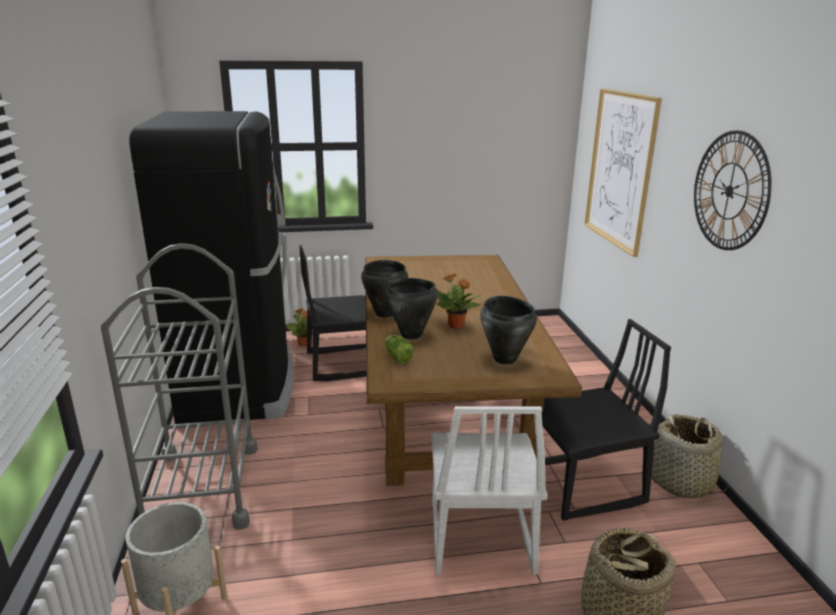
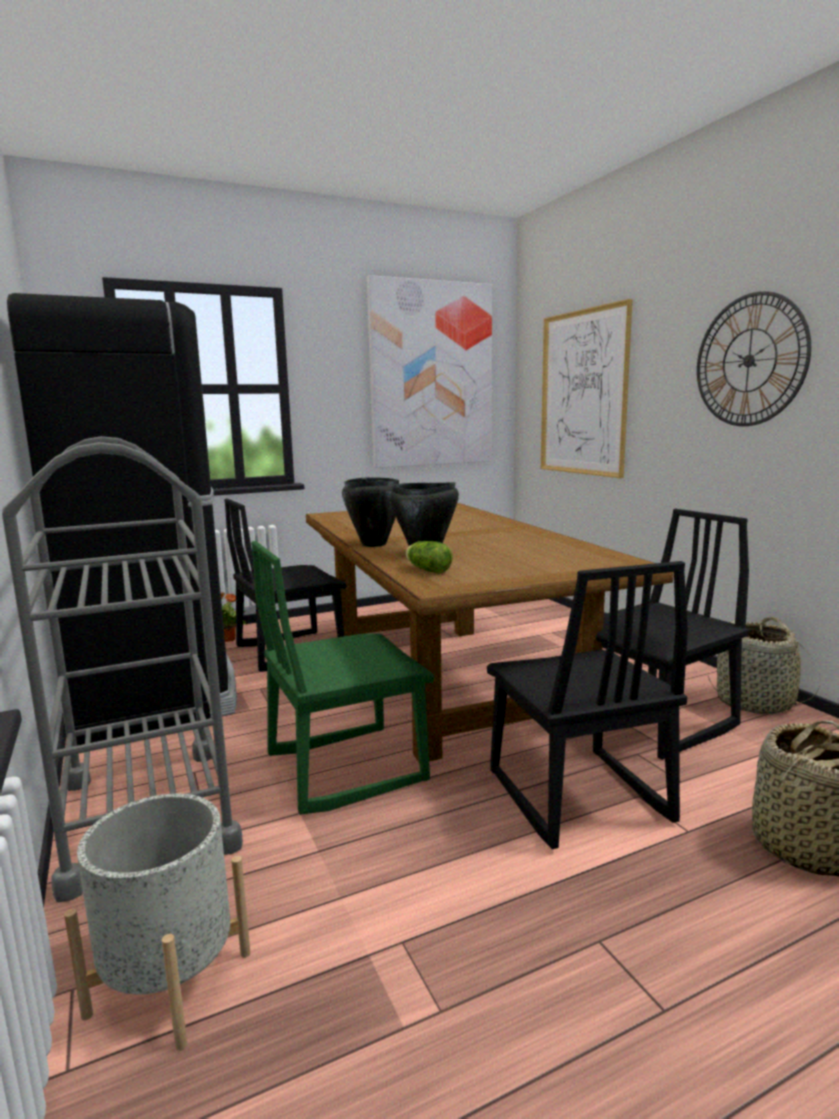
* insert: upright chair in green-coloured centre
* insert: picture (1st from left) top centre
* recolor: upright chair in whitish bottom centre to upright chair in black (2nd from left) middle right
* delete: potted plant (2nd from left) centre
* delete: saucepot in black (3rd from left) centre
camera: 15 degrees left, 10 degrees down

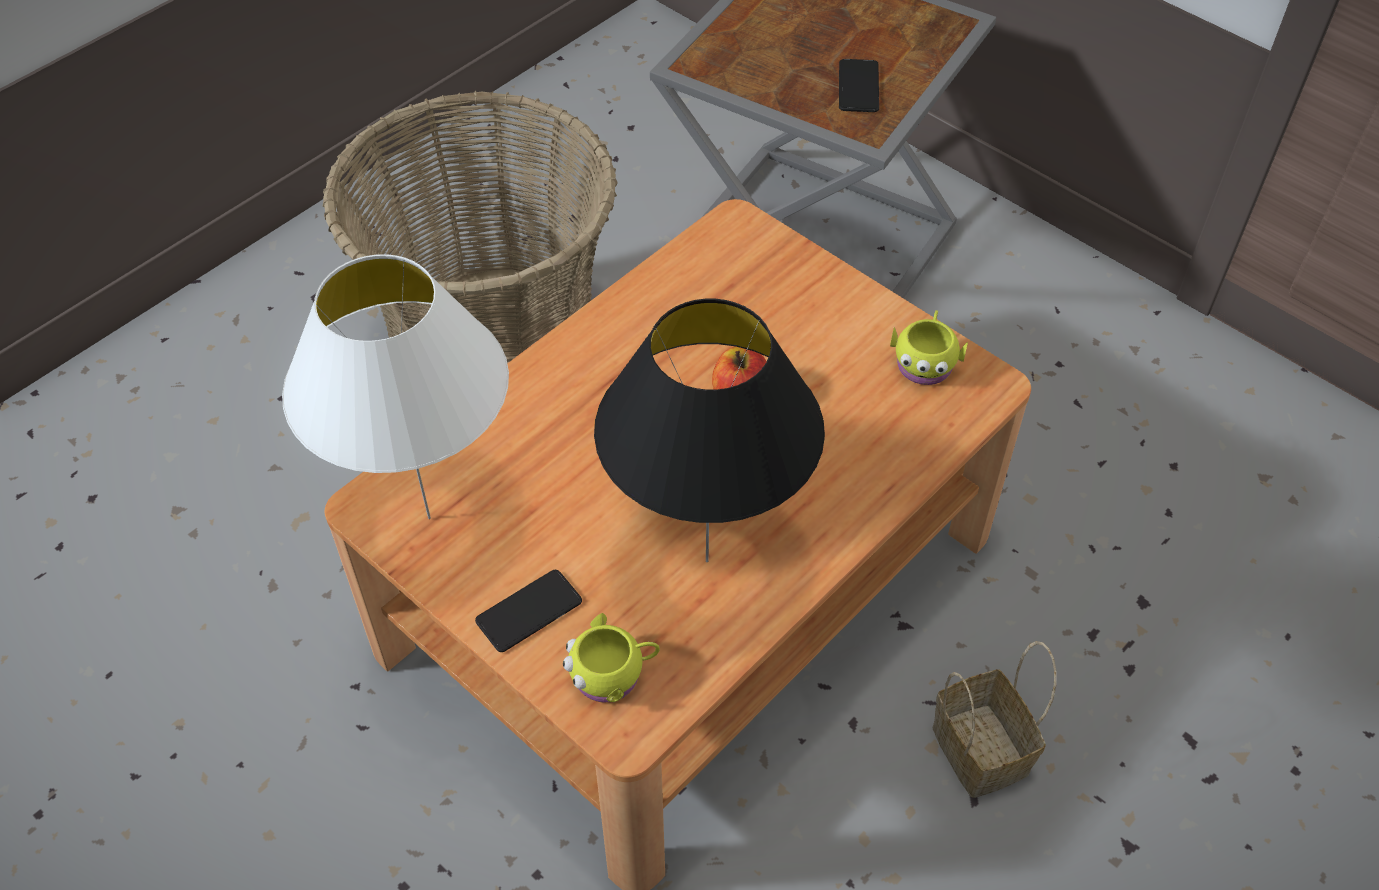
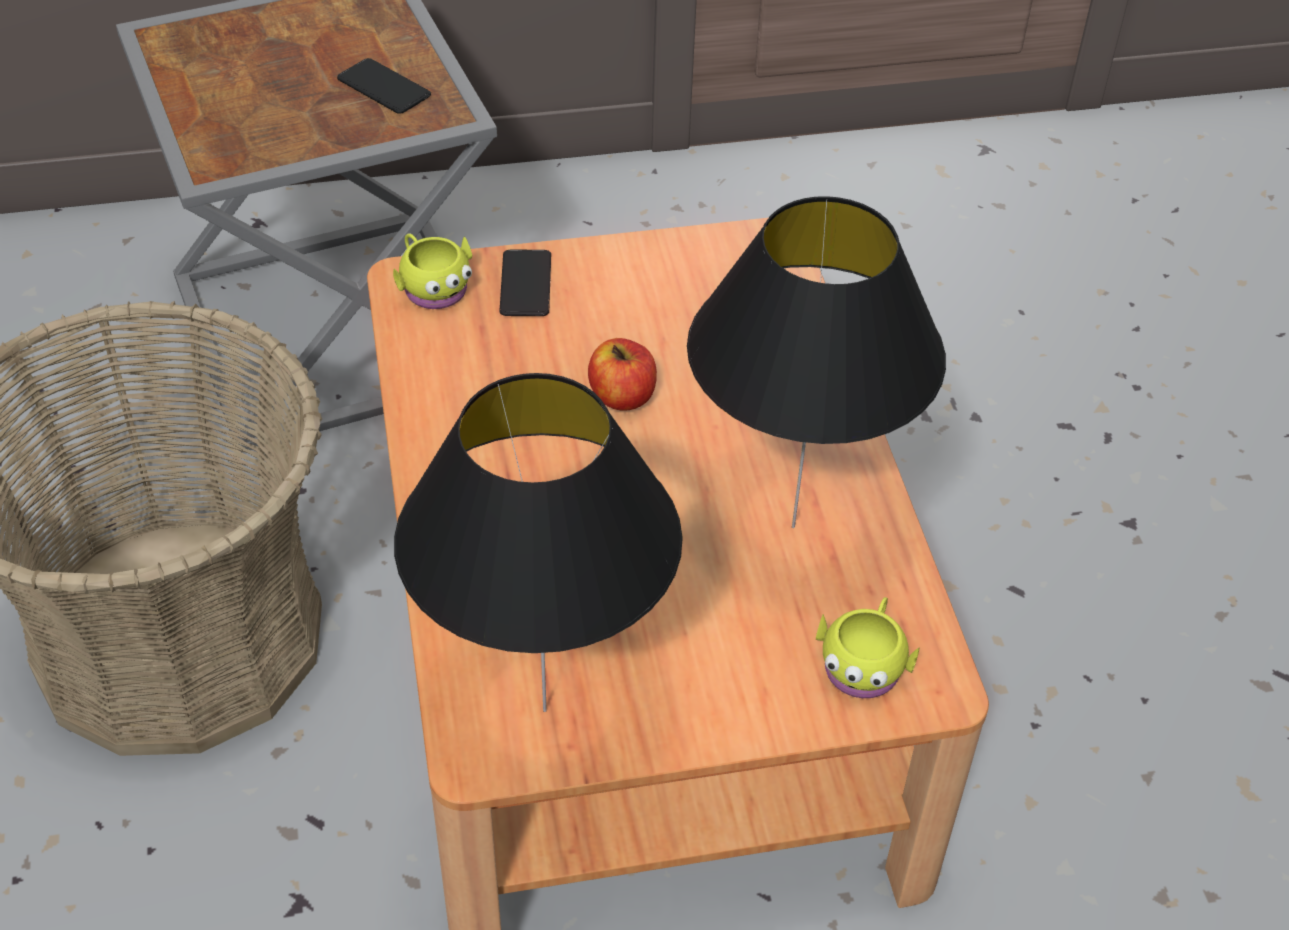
* move: coffee mug in yellowish (2nd from left in the first image) middle right to coffee mug in yellowish (1st from left) top centre
* recolor: lamp for a table in whitish middle left to lamp for a table in black (1st from left) centre
* move: handset (1st from left in the first image) bottom centre to handset (2nd from left) top centre
* delete: household basket (2nd from left) bottom right
camera: 55 degrees left, 5 degrees down

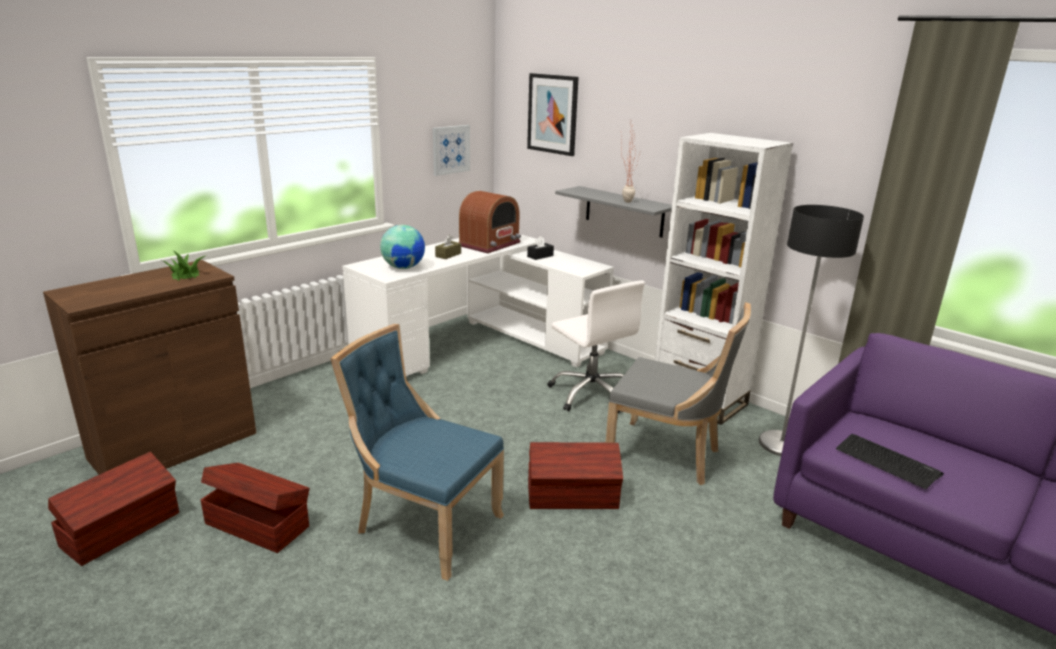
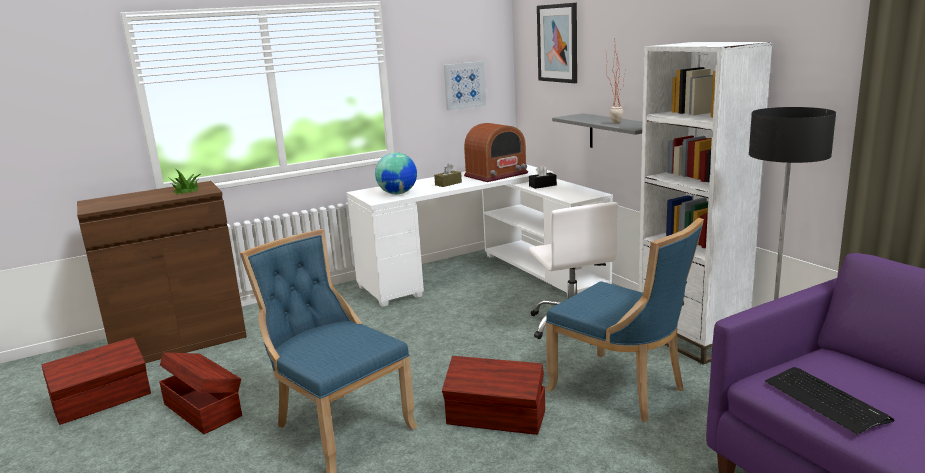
* recolor: upright chair in gray centre to upright chair in blue (2nd from left) bottom right
camera: 20 degrees right, 5 degrees down

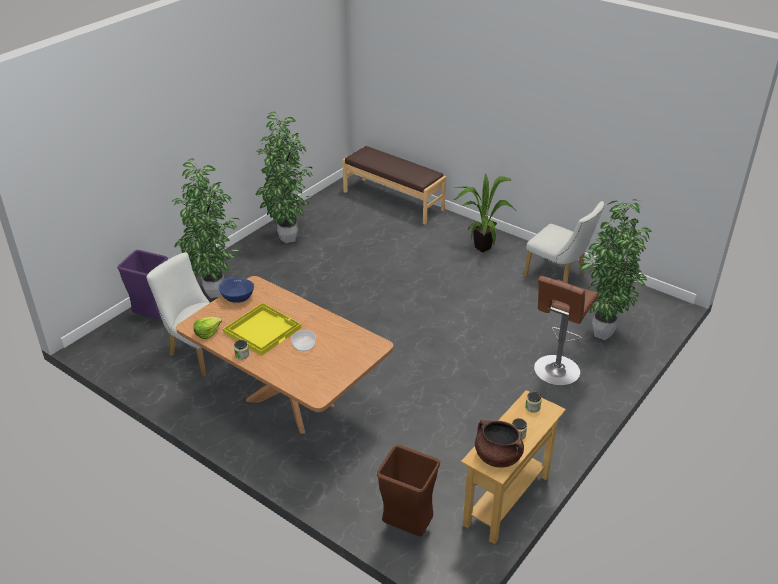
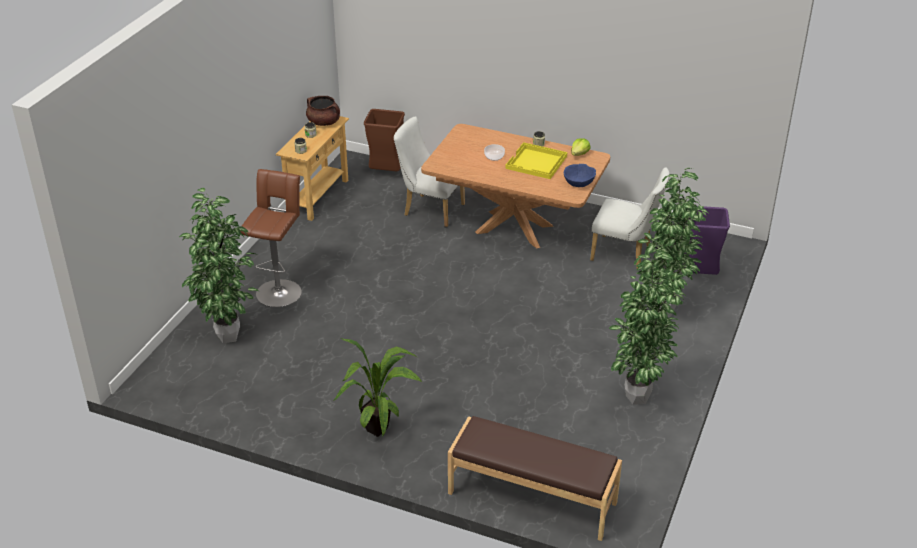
* move: upright chair in whitish (2nd from left in the first image) middle right to upright chair in whitish (1st from left) top centre
camera: 165 degrees right, 0 degrees up

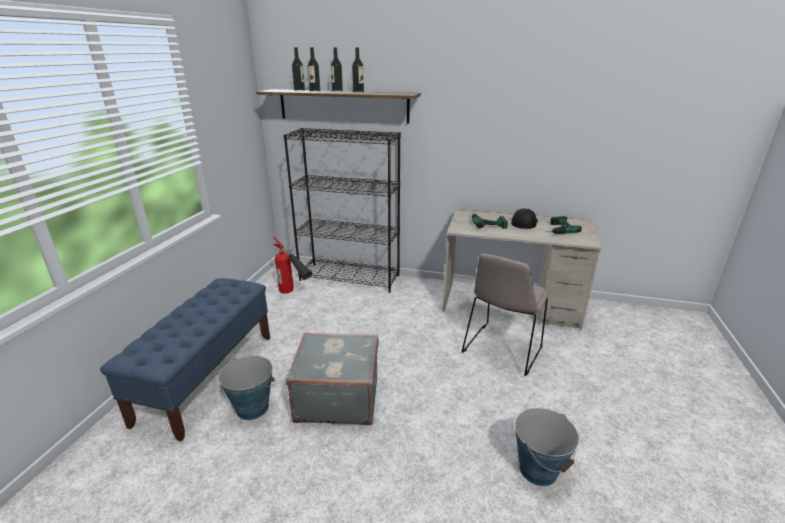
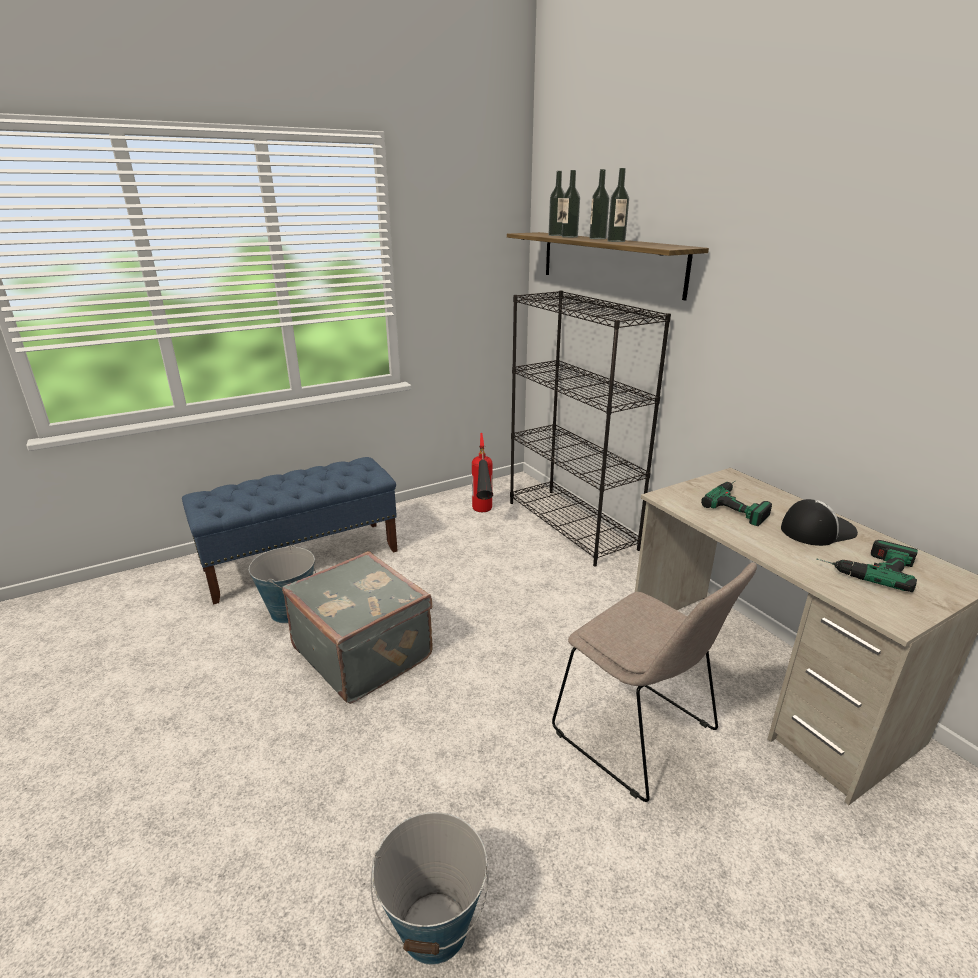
* rotate: upright chair in sand-coloured centre = bottom right 120 degrees counterclockwise
camera: 45 degrees right, 0 degrees up

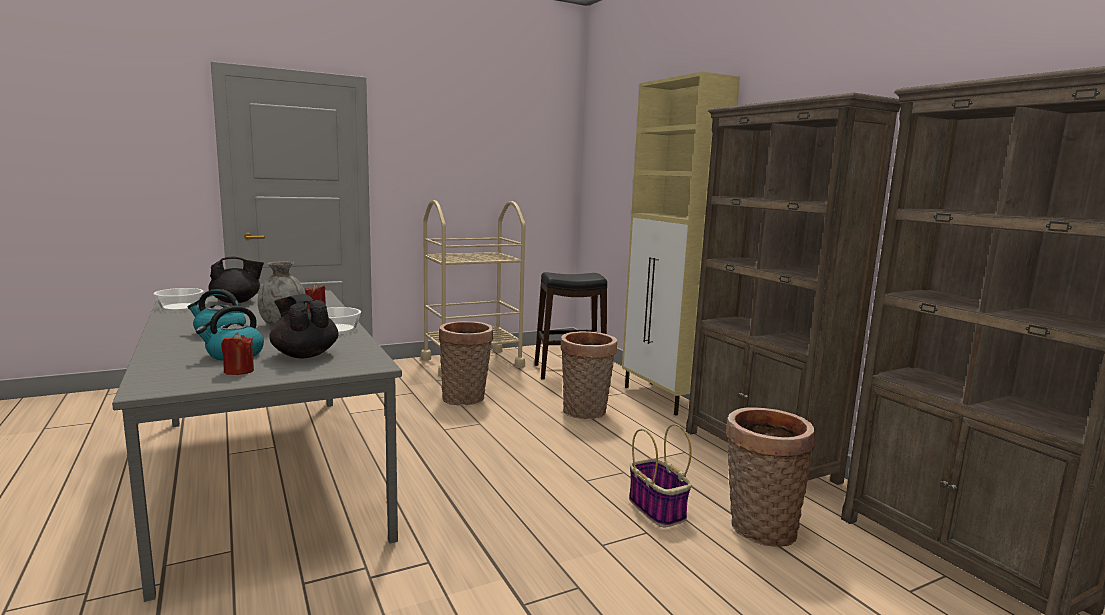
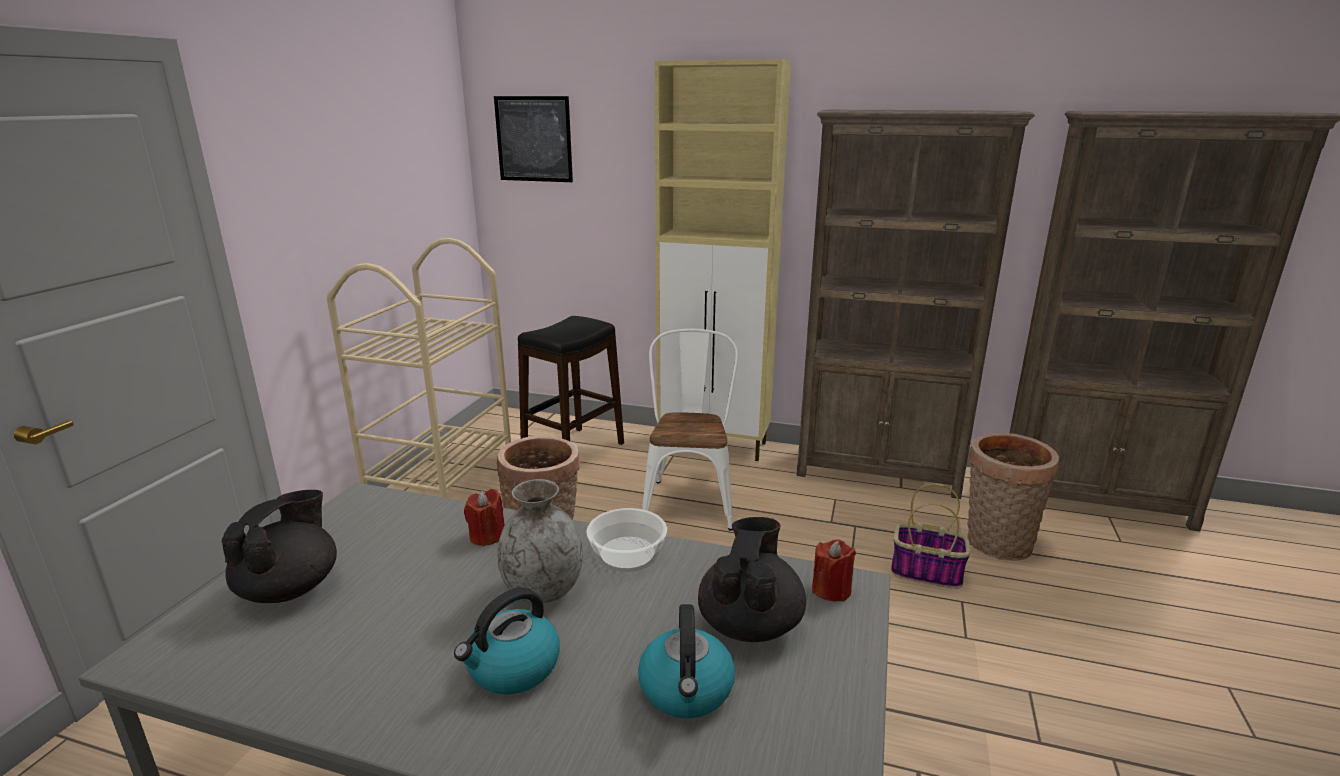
* insert: picture top centre
* replace: household basket (2nd from left) centre to upright chair in whitish centre
* rotate: teapot in black (2nd from left) middle left = bottom centre 105 degrees clockwise
* move: wax light in red-coloured (1st from left in the first image) middle left to wax light in red-coloured (2nd from left) bottom centre
* delete: deep dish (1st from left) middle left
camera: 45 degrees left, 10 degrees up

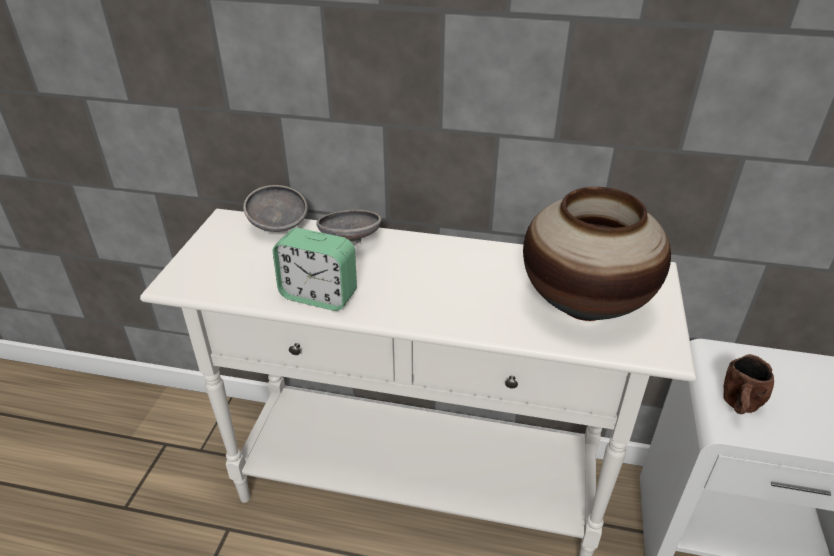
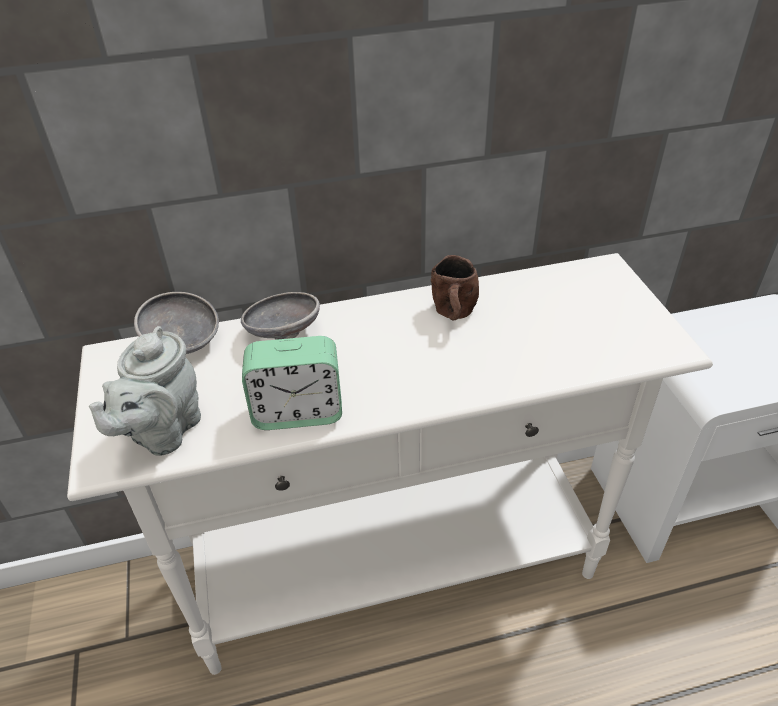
* insert: teapot in gray middle left
* move: coffee mug in brownish bottom right to centre
* delete: flower vase middle right
camera: 25 degrees left, 5 degrees up

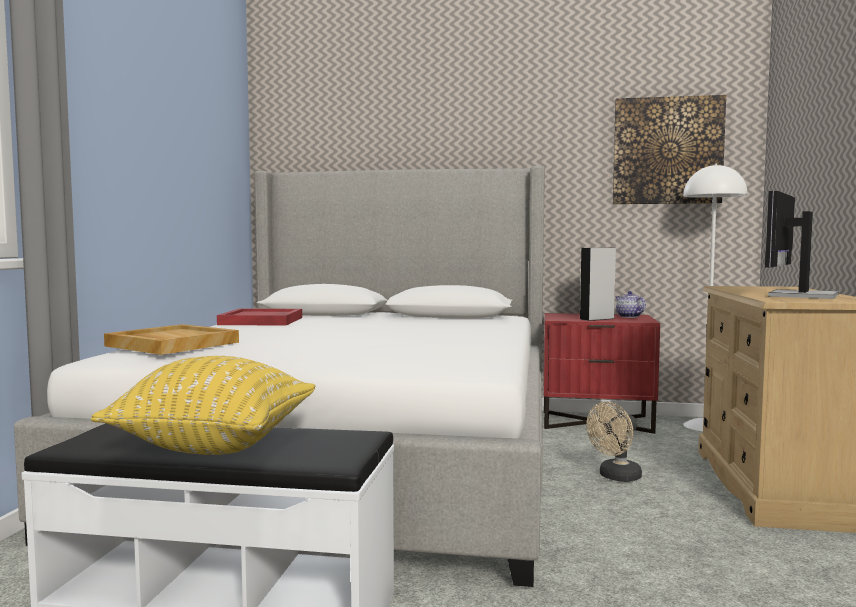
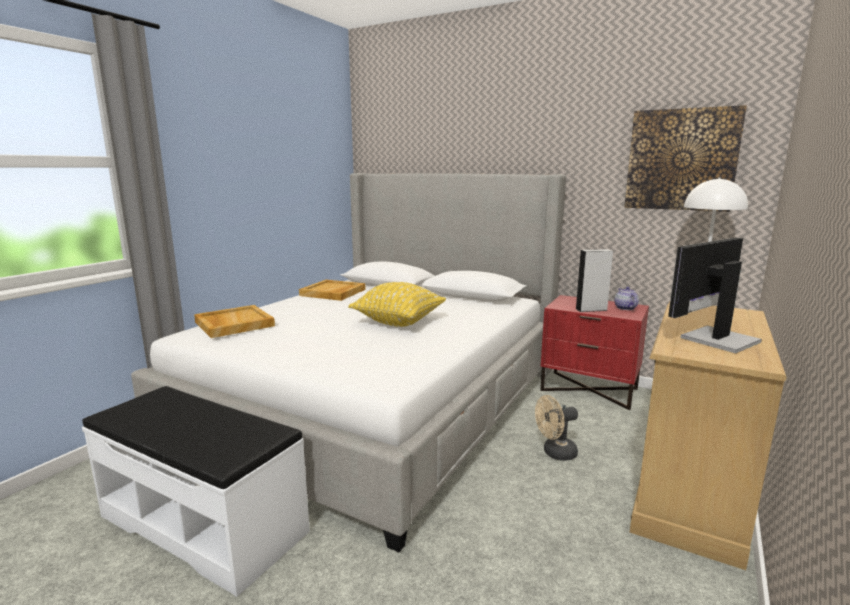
* recolor: serving tray in red-coloured middle left to serving tray in sand-coloured (2nd from left) centre
* move: cushion in yellowish bottom left to centre
camera: 20 degrees right, 10 degrees up

